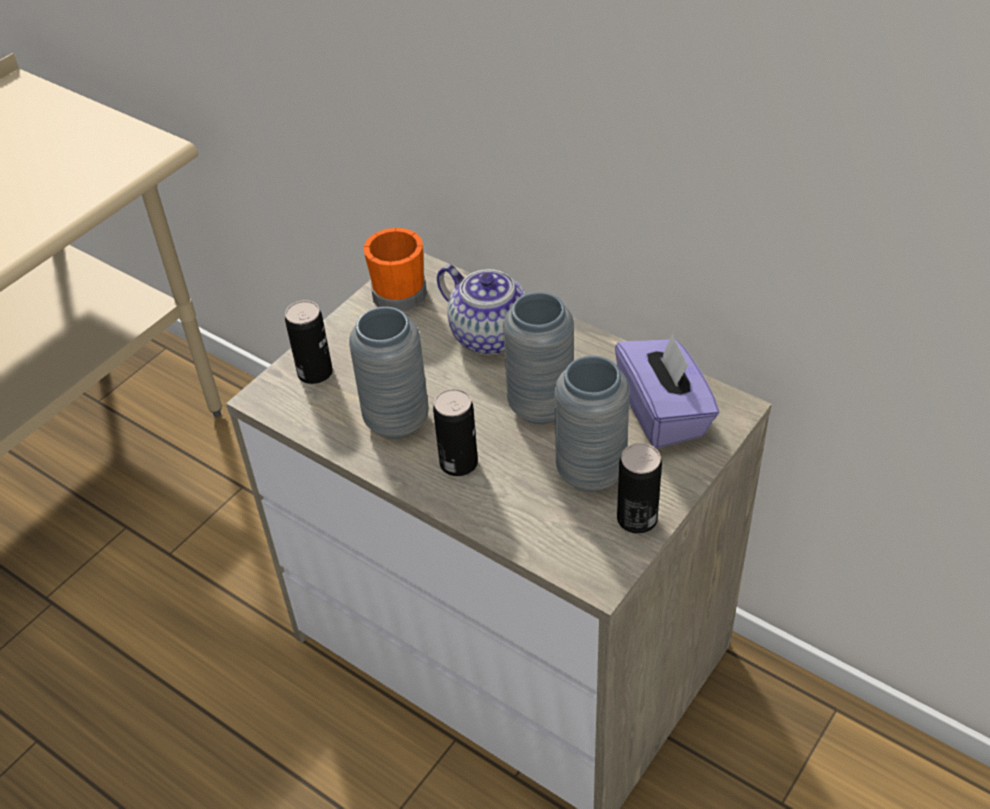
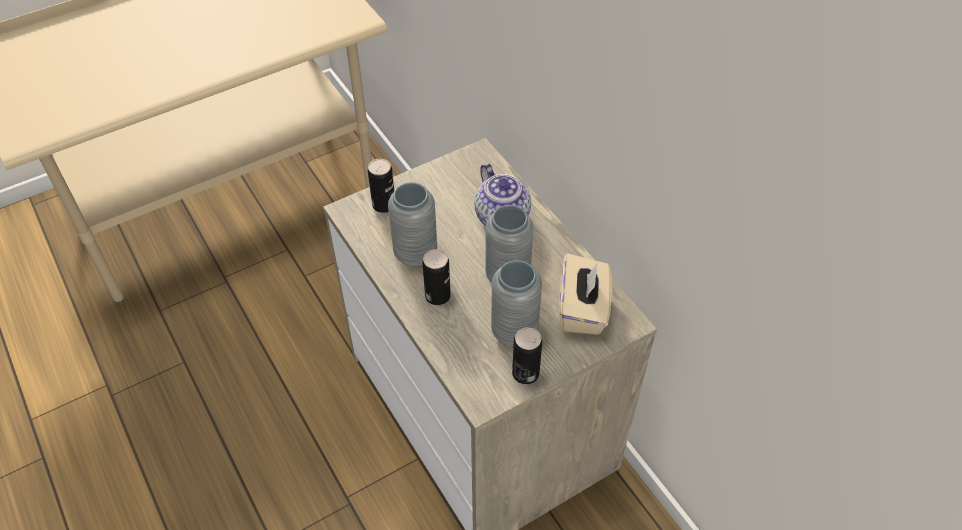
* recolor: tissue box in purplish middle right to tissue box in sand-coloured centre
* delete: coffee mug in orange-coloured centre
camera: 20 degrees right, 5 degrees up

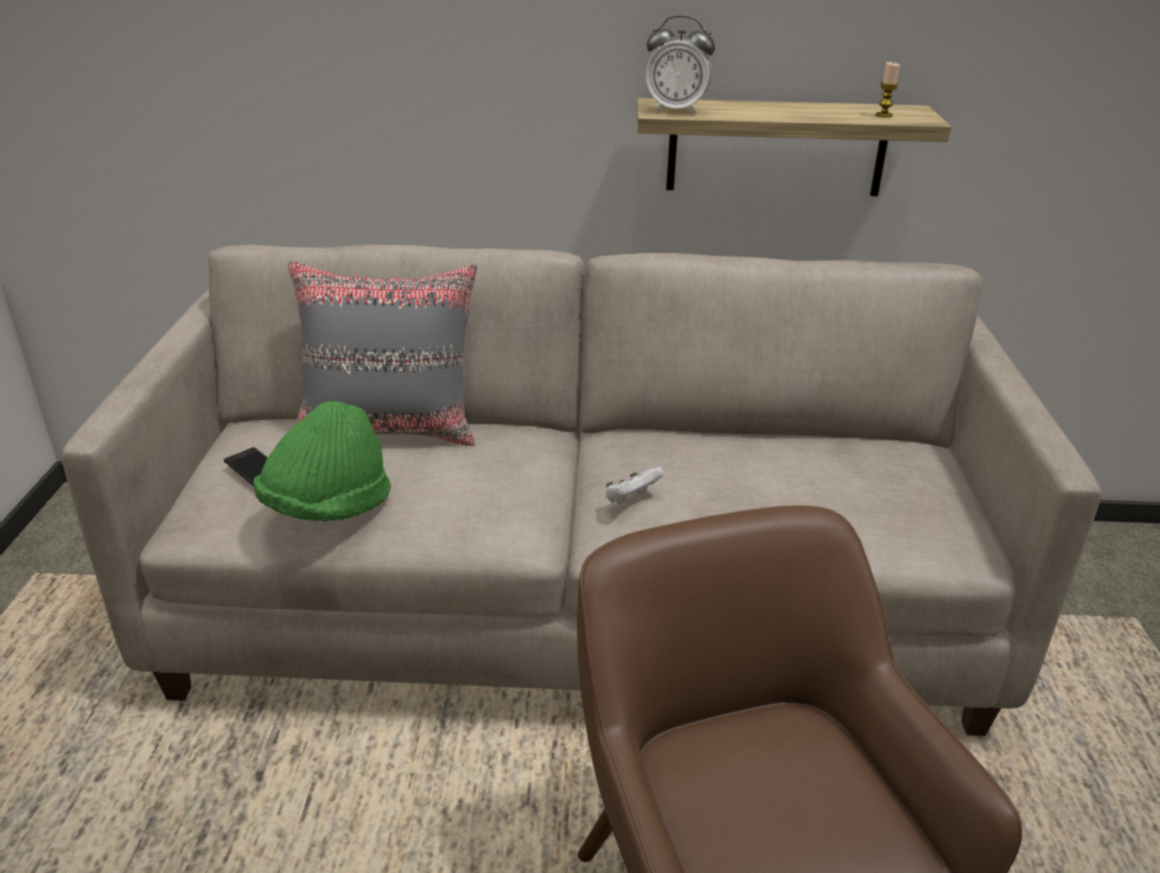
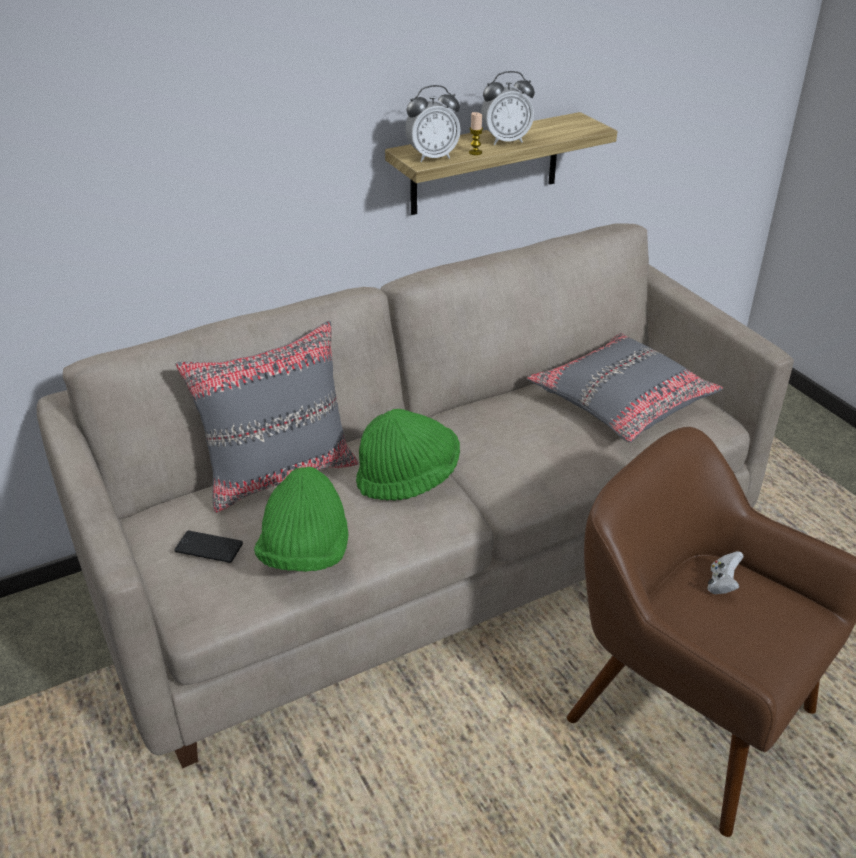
* insert: hat in green-coloured (2nd from left) centre
* move: wax light top right to top centre
* insert: alarm clock (2nd from left) top centre
* insert: cushion in gray (2nd from left) middle right
* move: joypad in whitish centre to bottom right
camera: 30 degrees left, 5 degrees up

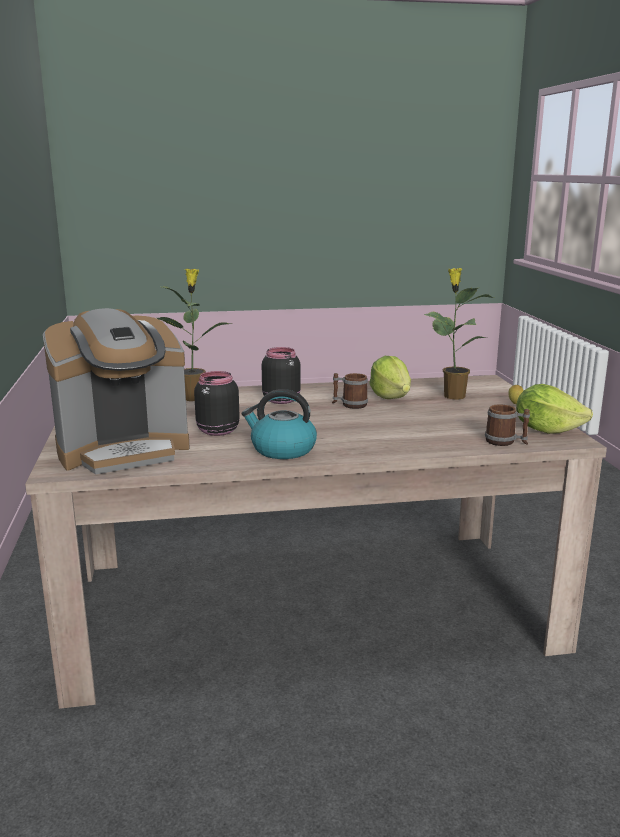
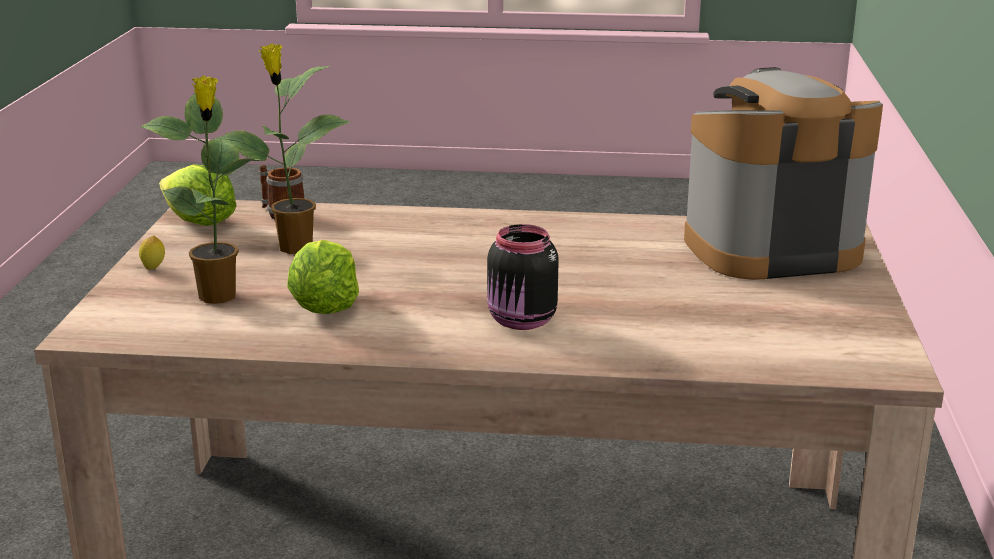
* move: potted plant (1st from left in the first image) middle left to potted plant (2nd from left) top left
* delete: jar in black (1st from left) centre
* delete: water kettle centre
* delete: coffee mug (1st from left) centre
camera: 165 degrees left, 5 degrees up

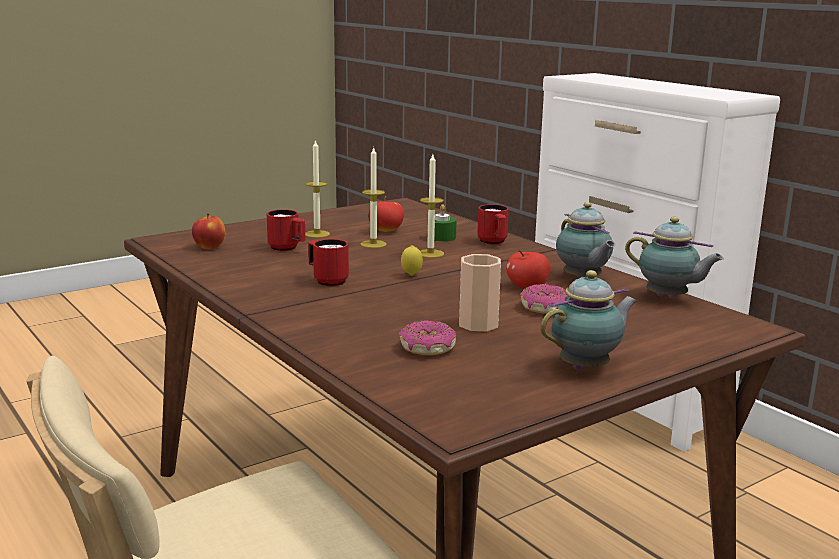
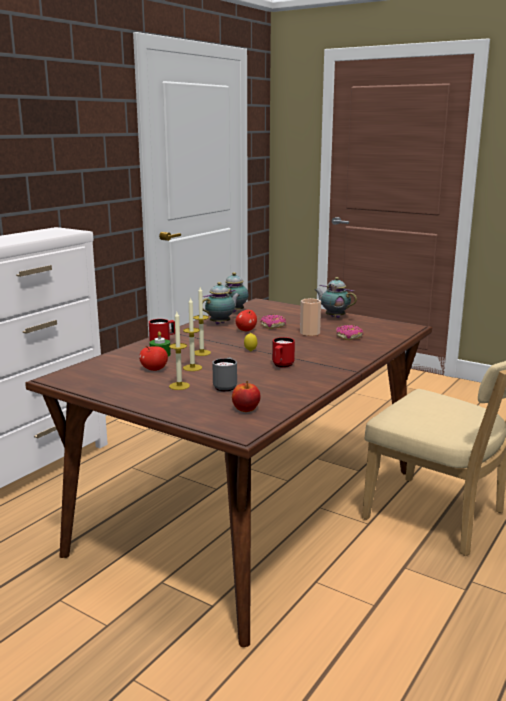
* recolor: coffee mug in red-coloured (1st from left) centre to coffee mug in gray centre
camera: 110 degrees left, 0 degrees up

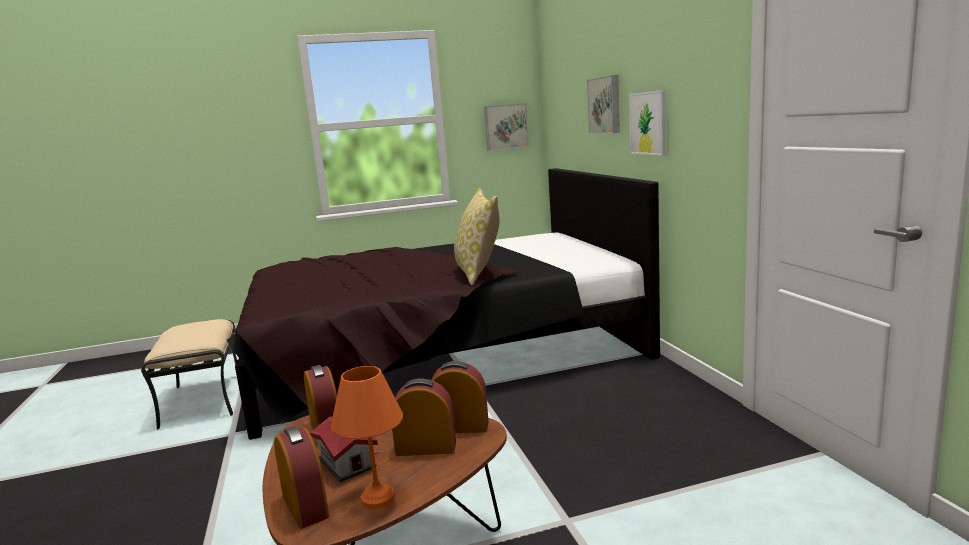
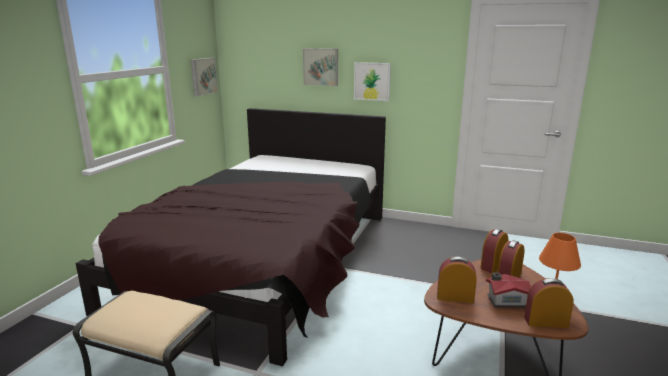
* delete: cushion centre
camera: 55 degrees left, 5 degrees up

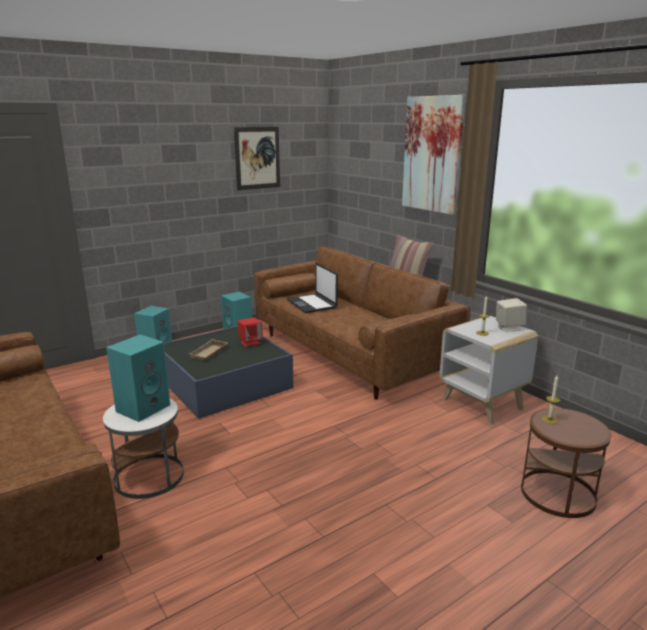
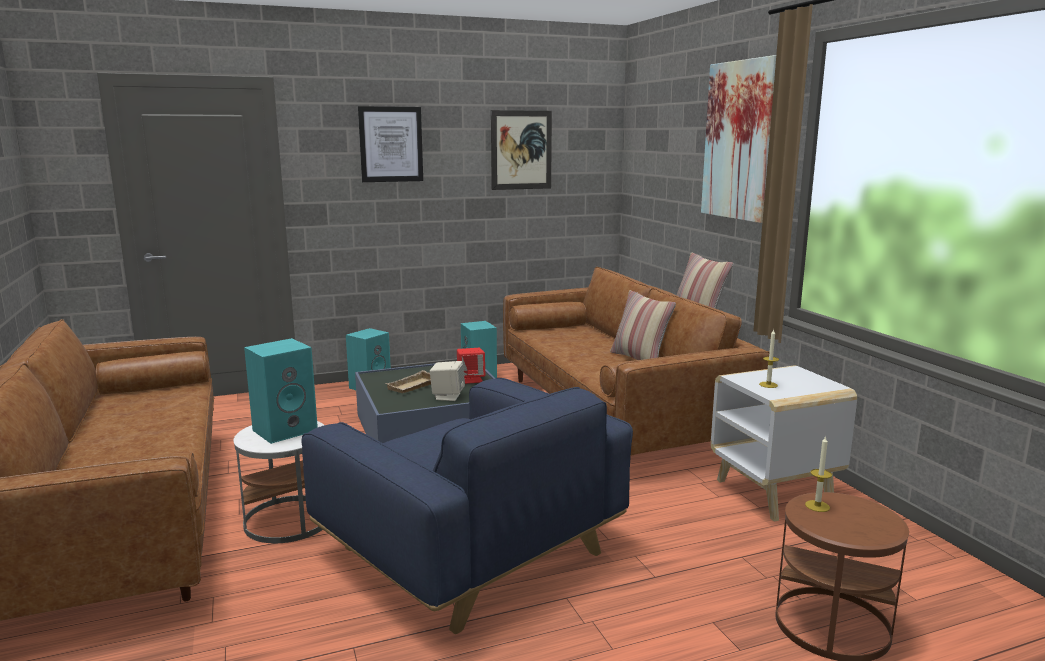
* insert: easy chair in blue bottom centre
* insert: picture (1st from left) top centre
* move: audio speaker in sand-coloured middle right to centre
* insert: cushion (1st from left) centre
* delete: laptop centre
camera: 15 degrees right, 5 degrees down

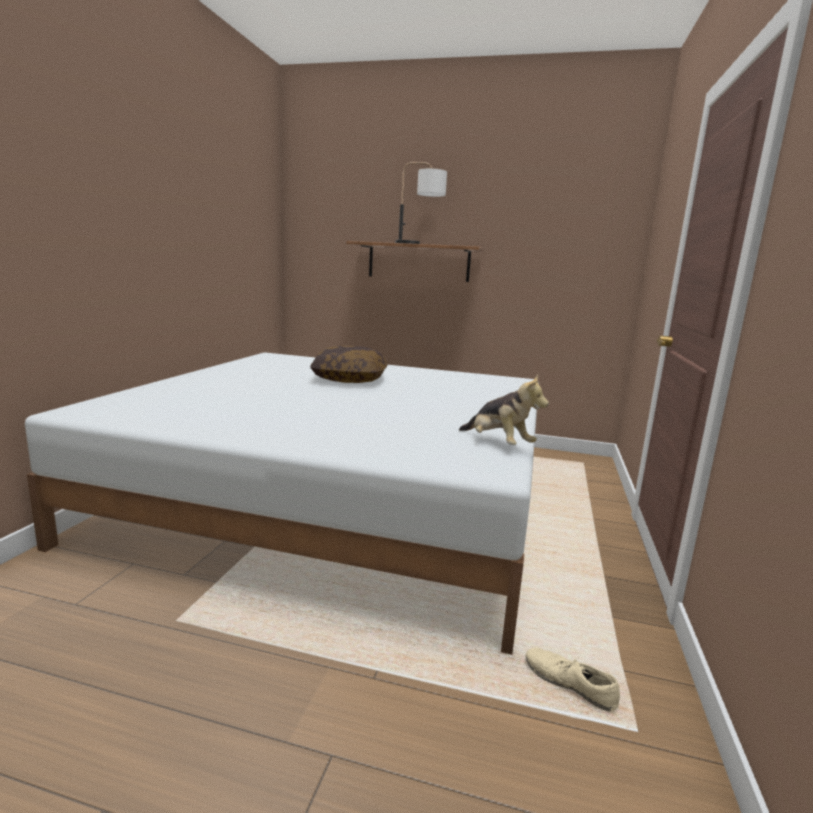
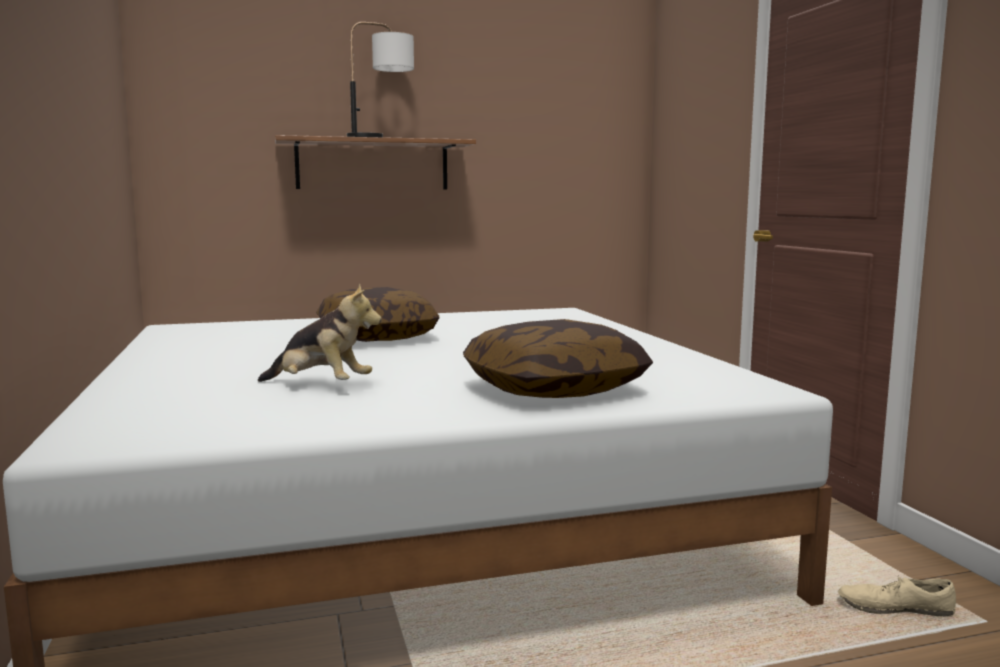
* move: soft toy centre to middle left
* insert: cushion (2nd from left) centre
camera: 30 degrees left, 5 degrees down

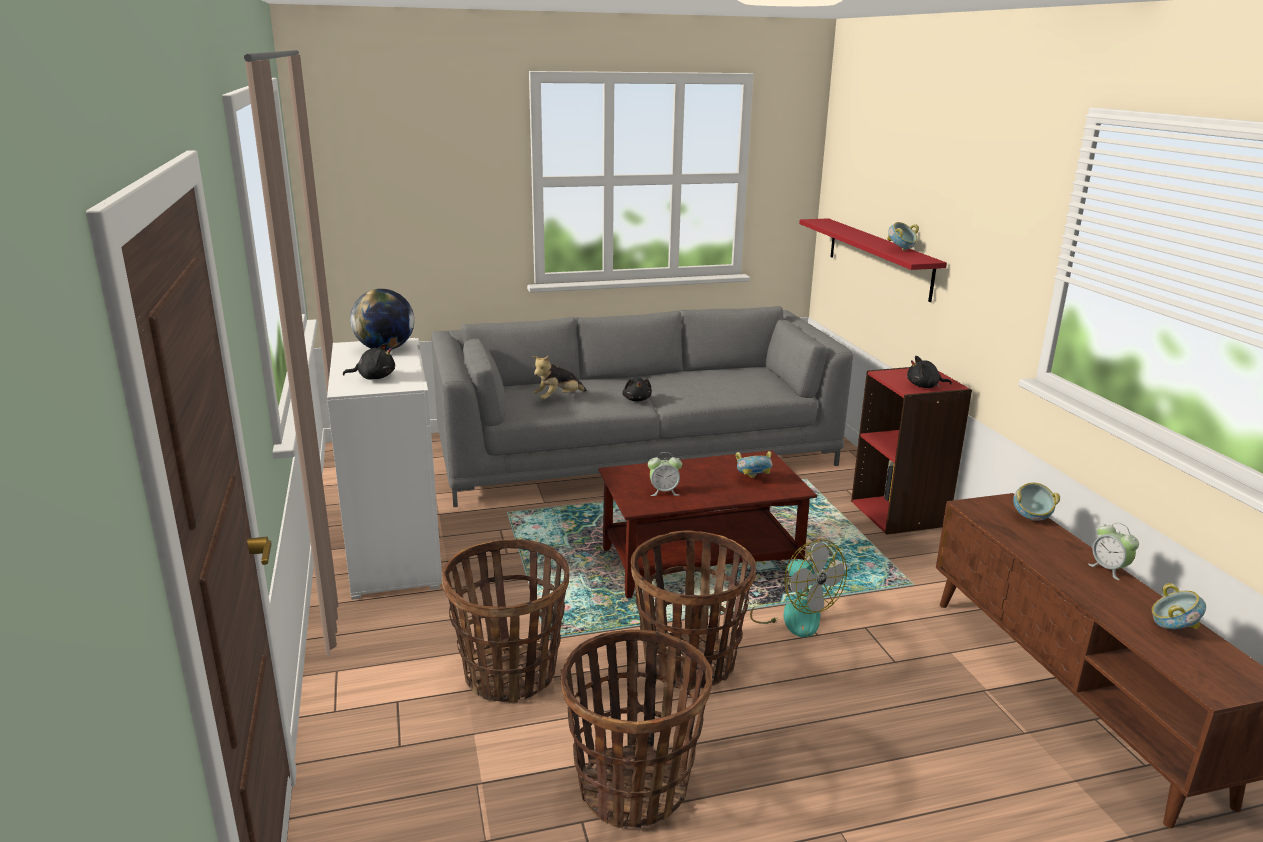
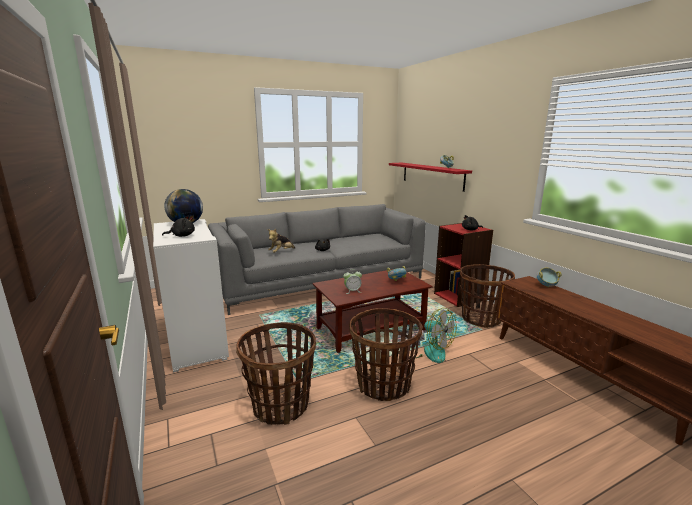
* move: household basket (2nd from left in the first image) bottom centre to household basket (3rd from left) middle right
* delete: alarm clock (2nd from left) middle right
* delete: deep dish (4th from left) bottom right
camera: 10 degrees left, 5 degrees down

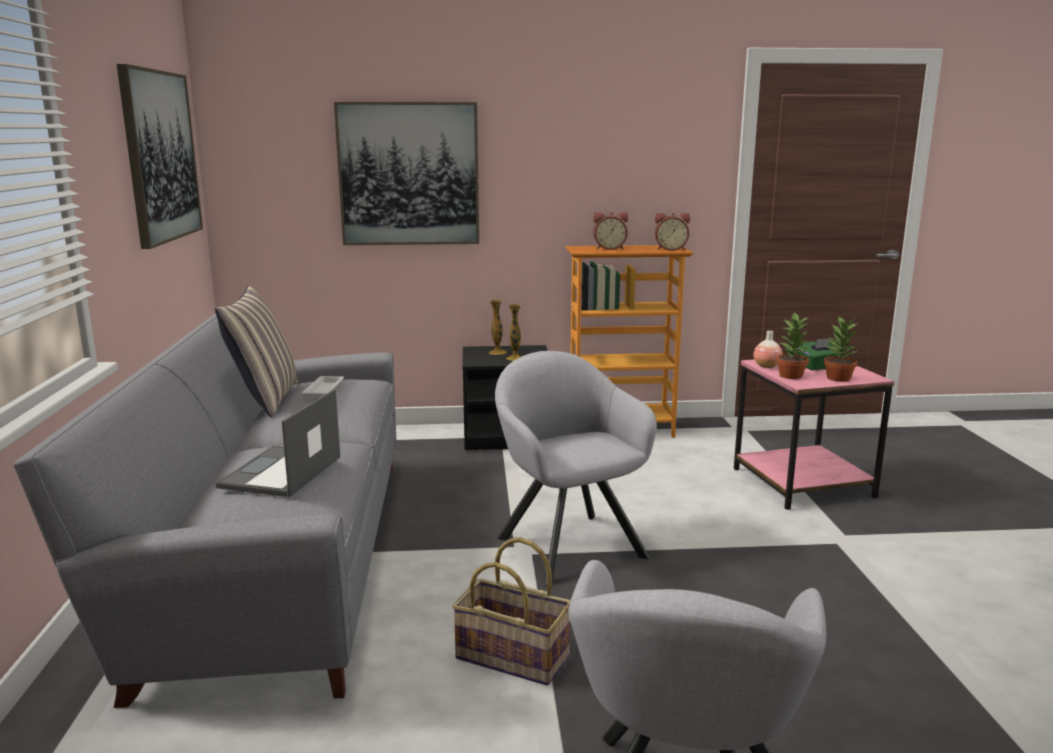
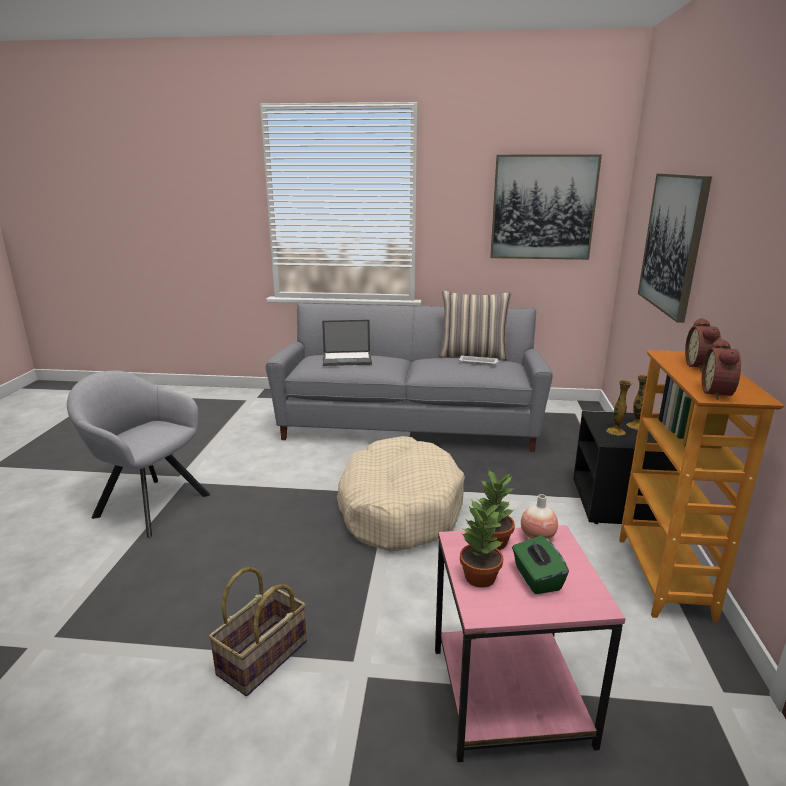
* move: household basket bottom centre to bottom left
* rotate: laptop middle left = centre 150 degrees clockwise
* replace: easy chair in gray (1st from left) centre to pet bed in sand-coloured centre
camera: 100 degrees right, 5 degrees up

